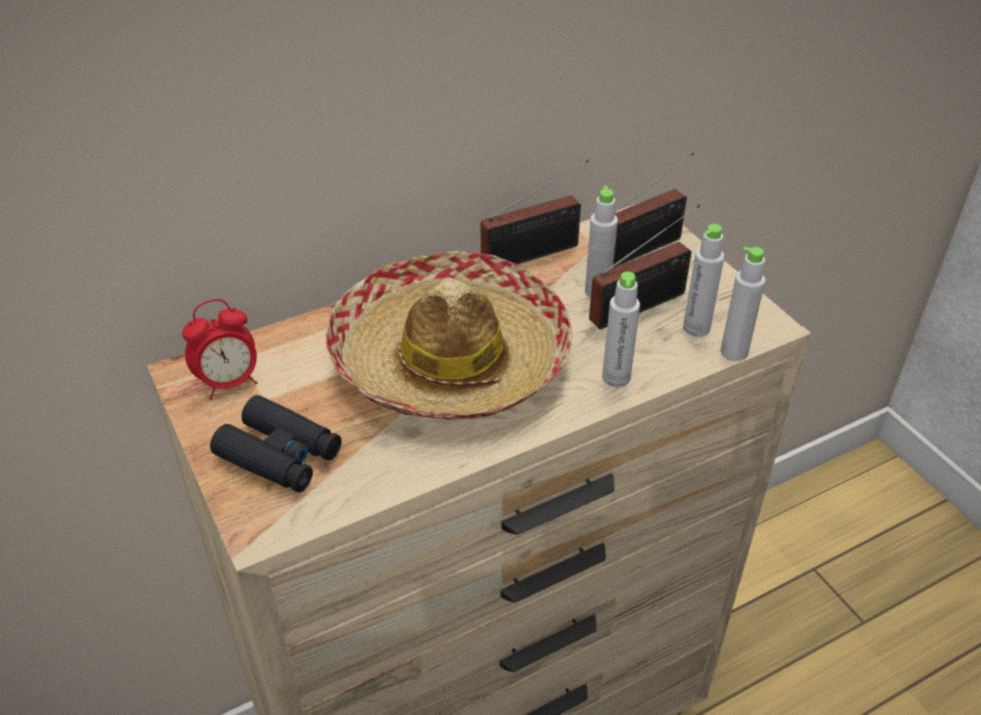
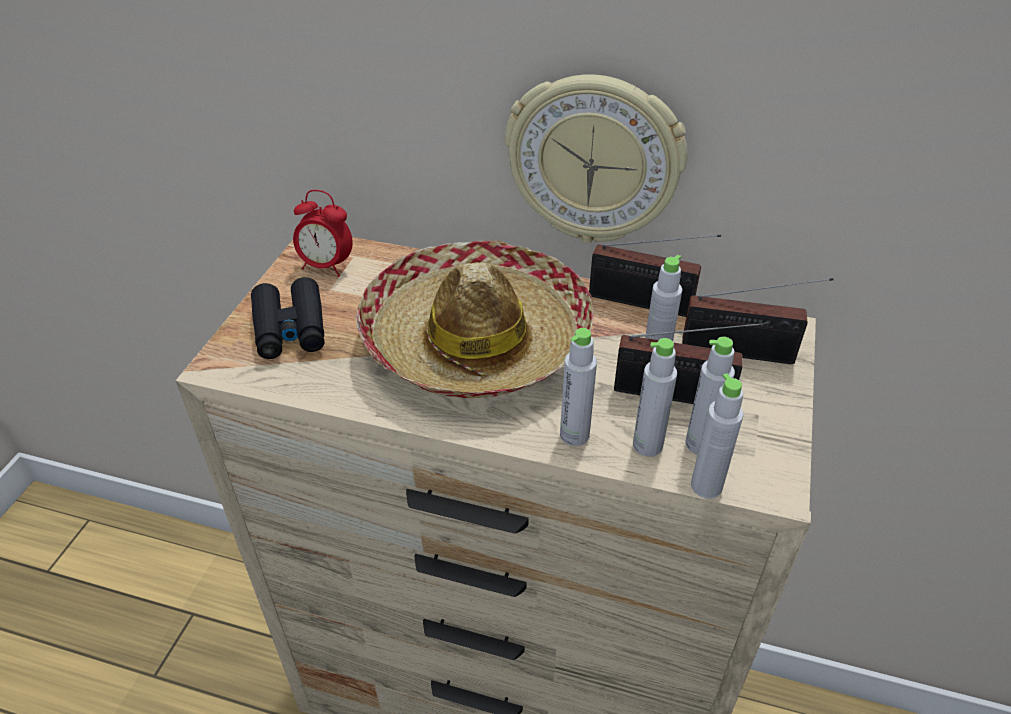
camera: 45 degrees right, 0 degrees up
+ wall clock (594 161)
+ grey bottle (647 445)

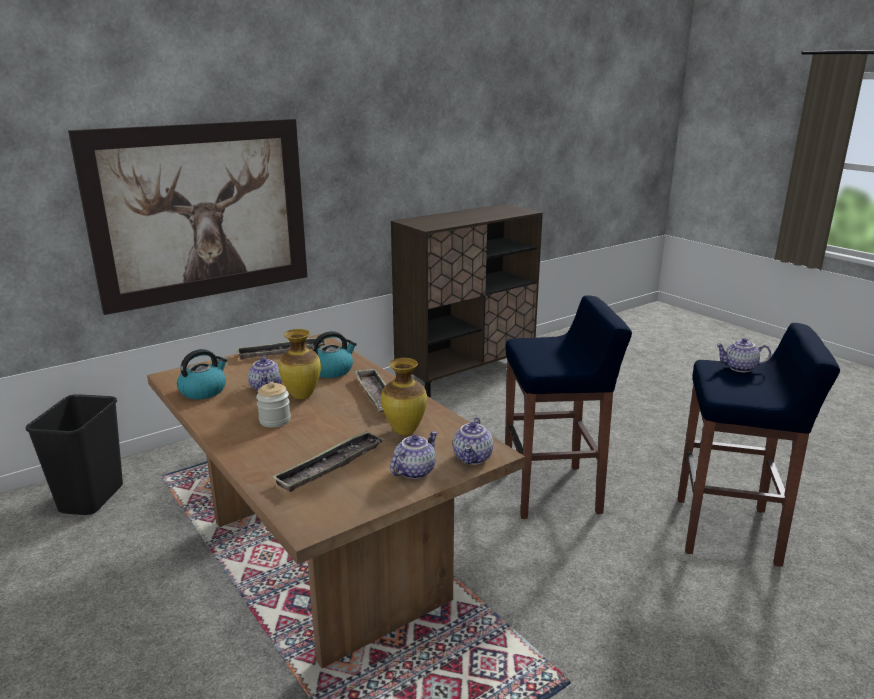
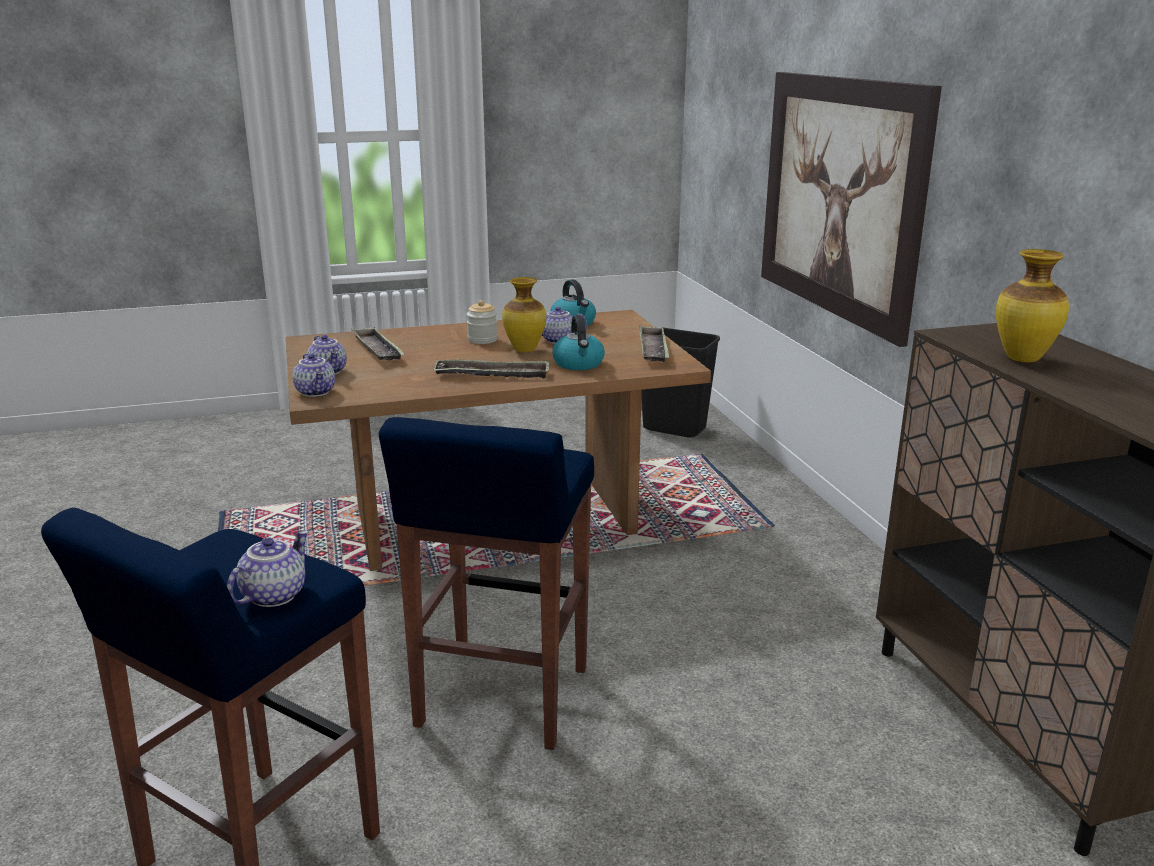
camera: 110 degrees right, 0 degrees up
~ teapot (473 458) = (316 392) 150 degrees counterclockwise
~ vase (405 431) to (1023 359)

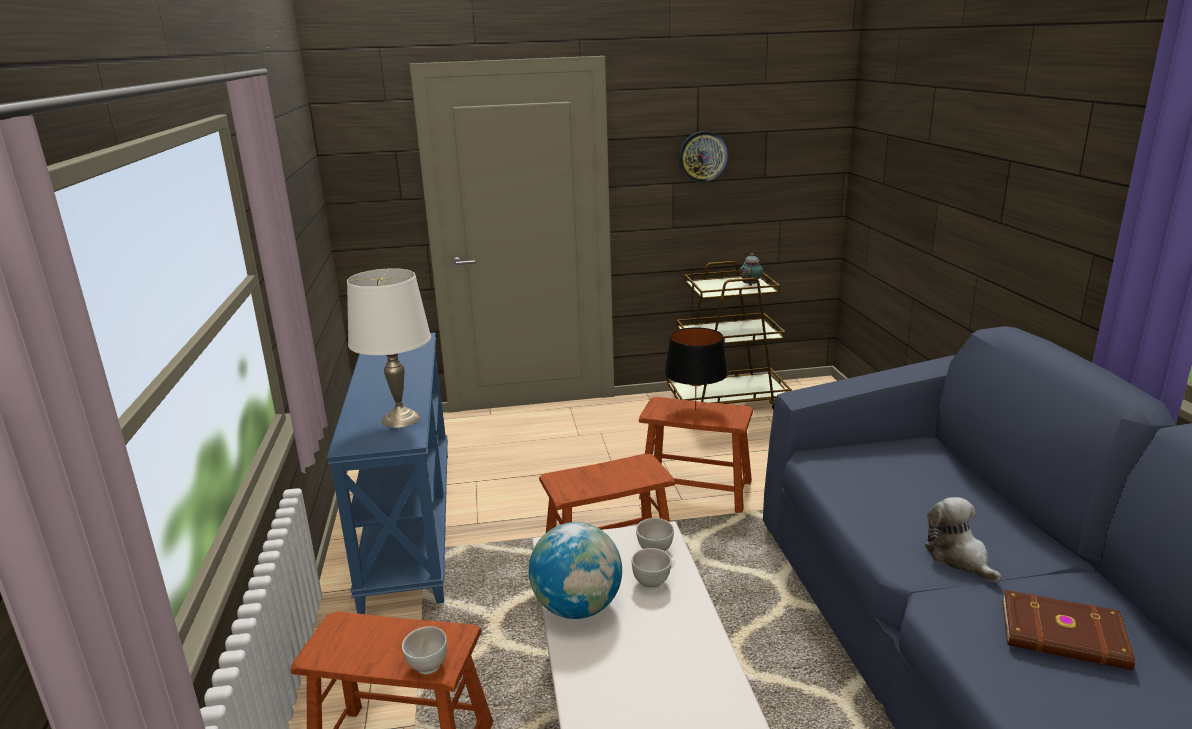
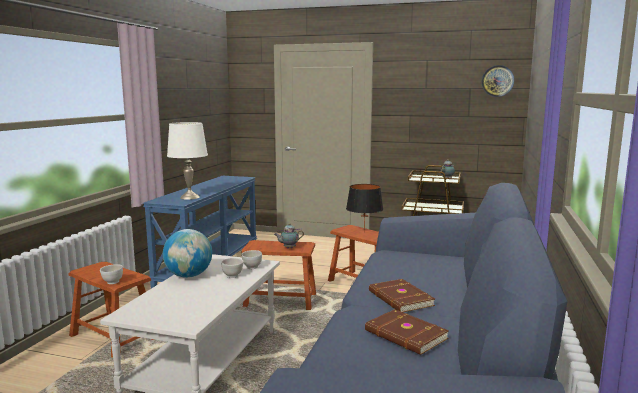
camera: 25 degrees right, 10 degrees down
+ teapot (288 248)
~ plush toy (959 557) to brown book (400 299)
~ wall clock (702 156) to (497 81)

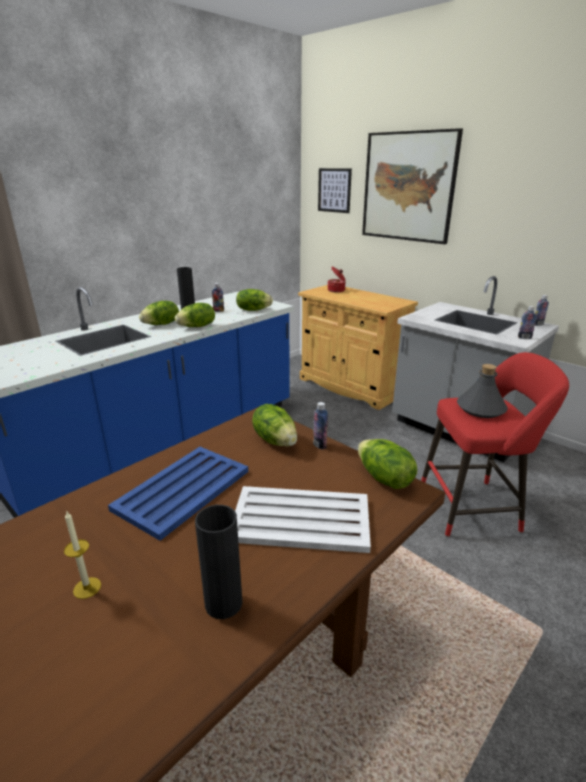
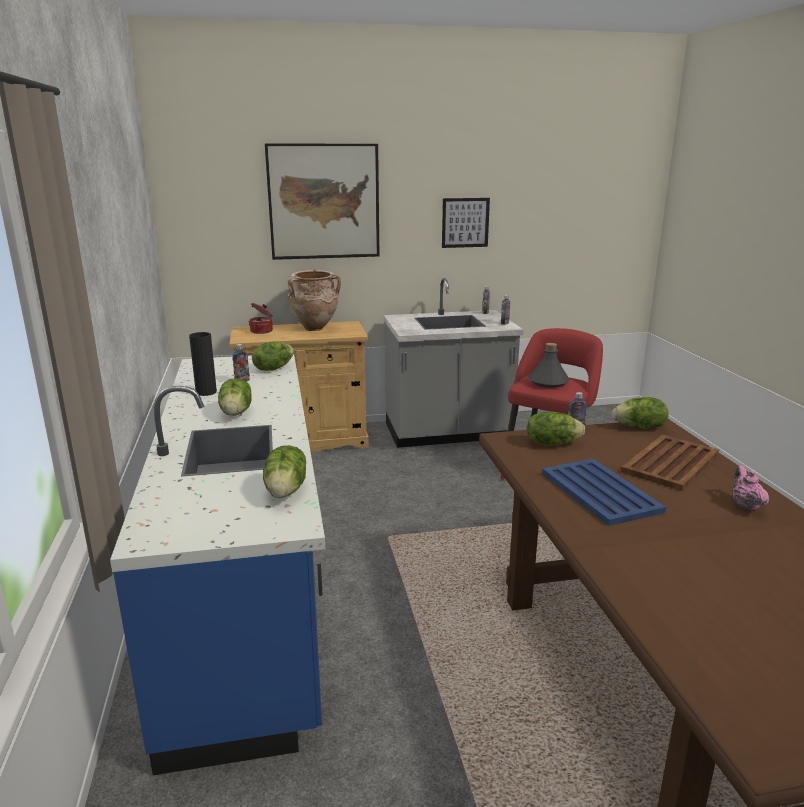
camera: 55 degrees left, 5 degrees down
~ lettuce (197 327) to (286 490)
+ beige vase (315 328)
~ picture (334 190) to (465 222)
~ white tray (299 519) to brown tray (670 463)
~ black vase (223 603) to pink teapot (745 505)
- candle (87 588)

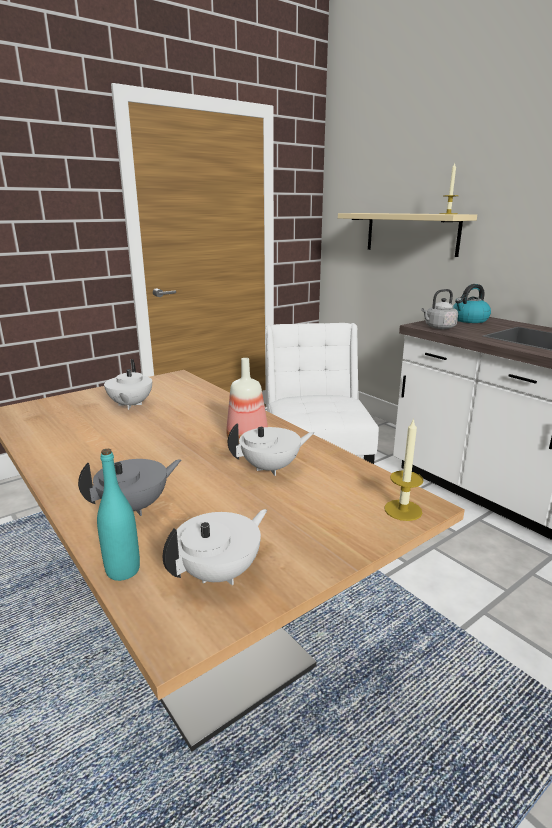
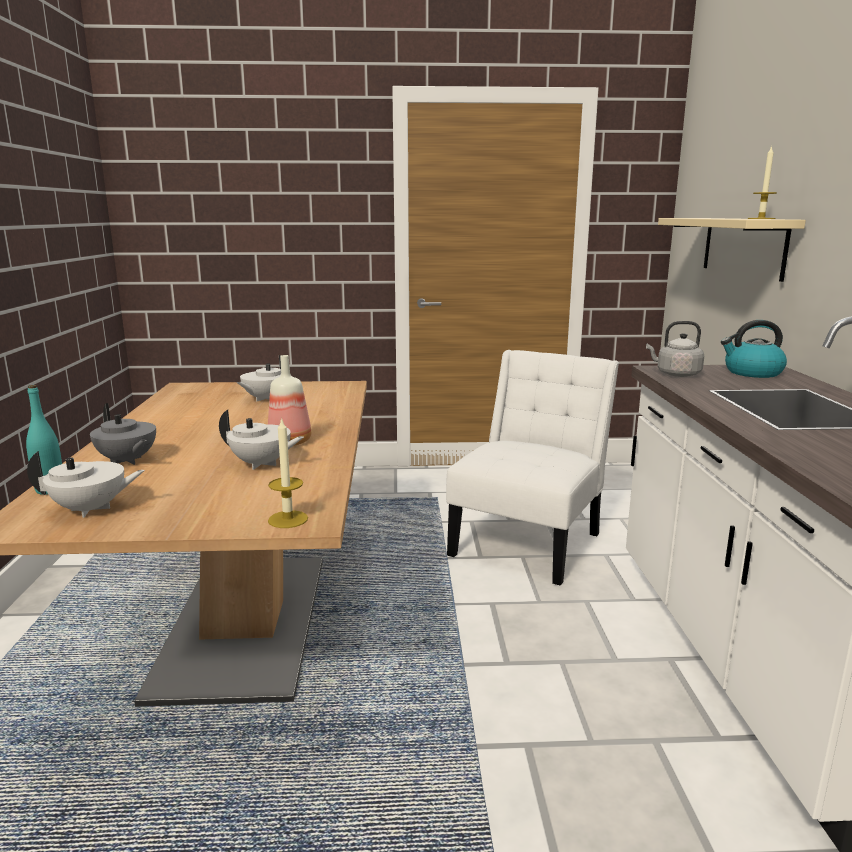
camera: 35 degrees right, 5 degrees down
~ grey teapot (135 507) = (127 461) 45 degrees clockwise

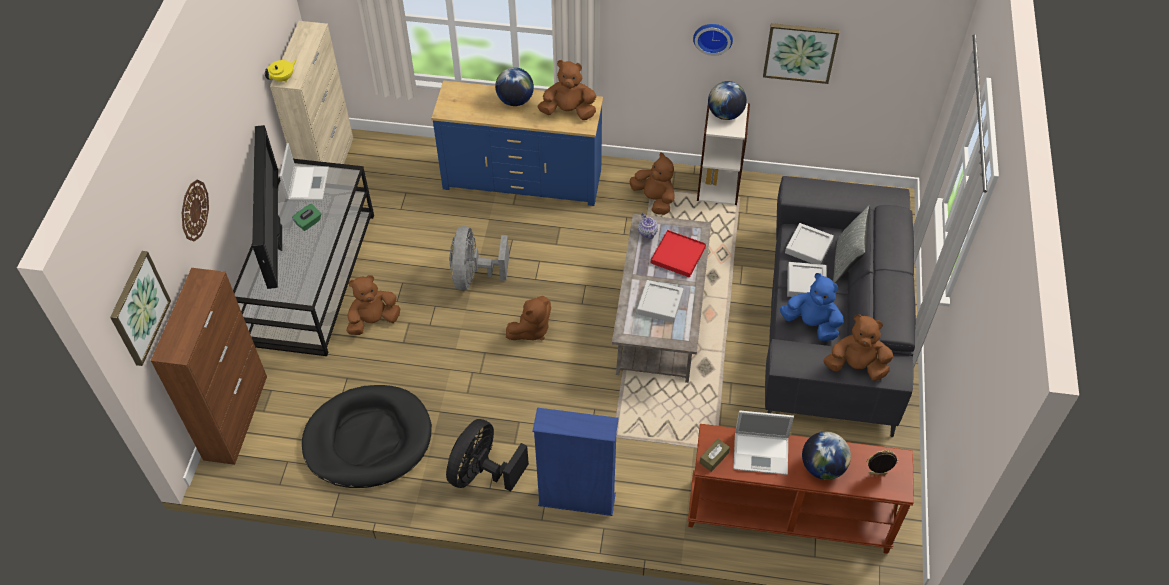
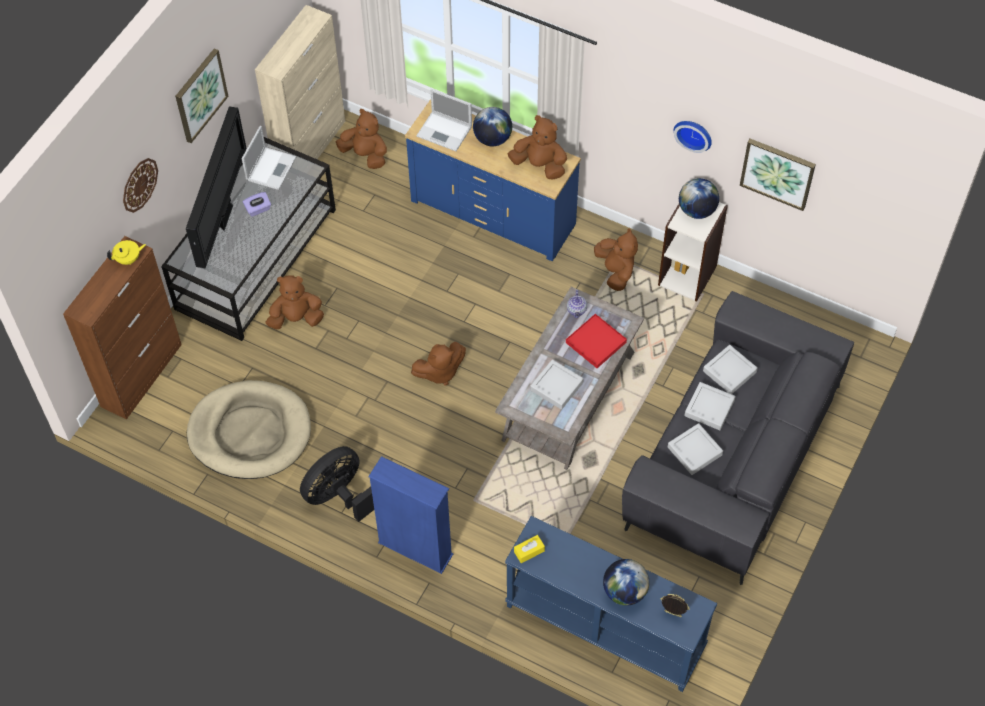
camera: 20 degrees right, 5 degrees up
~ yellow teapot (283 78) to (129 259)
~ picture (138 308) to (200 95)
~ black dog bed (368 439) to beige dog bed (250 433)
~ green tissue box (309 223) to purple tissue box (258 209)
~ brown plush toy (856 366) to (365 155)
~ laptop (762 453) to (445 131)
~ brown console table (787 517) to blue console table (603 628)
~ brown tissue box (714 458) to yellow tissue box (529 551)
~ blue plush toy (811 324) to grey tray (694 451)
- grey fan (474 276)
- grey pillow (846 262)

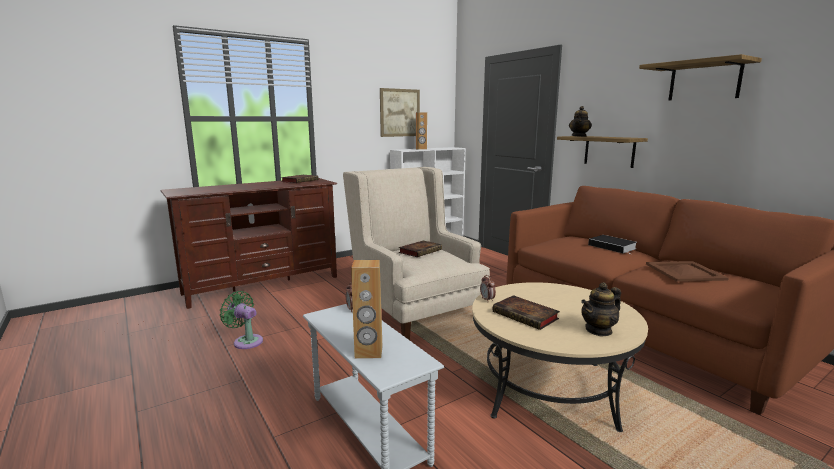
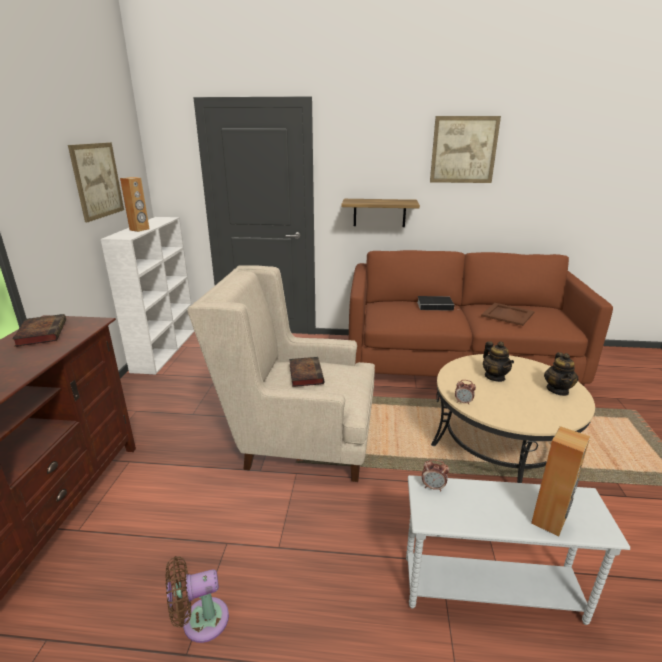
camera: 50 degrees left, 10 degrees up
~ green fan (246 341) to brown fan (200 621)
~ shelf (704 81) to picture (463 150)
~ teapot (579 136) to (495 377)
- book (527 316)

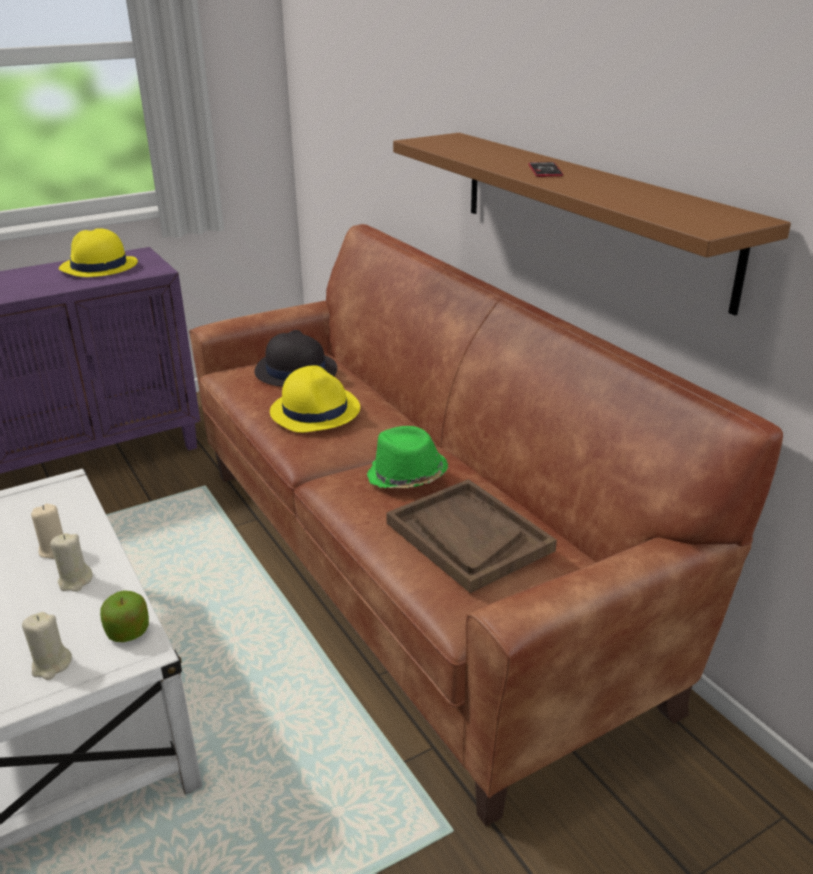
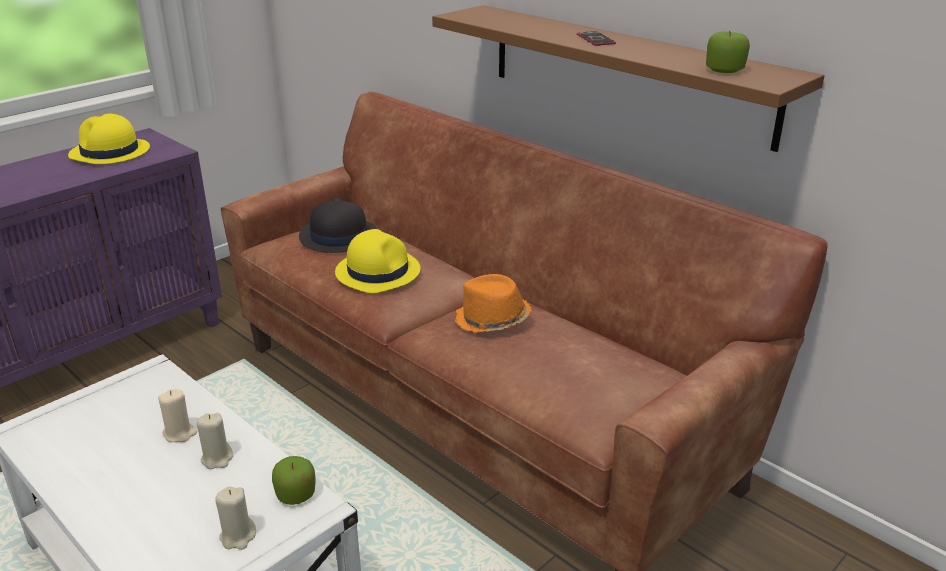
camera: 15 degrees left, 0 degrees up
~ green hat (406 477) to orange hat (492 320)
+ apple (724 70)
- brown tray (468 536)

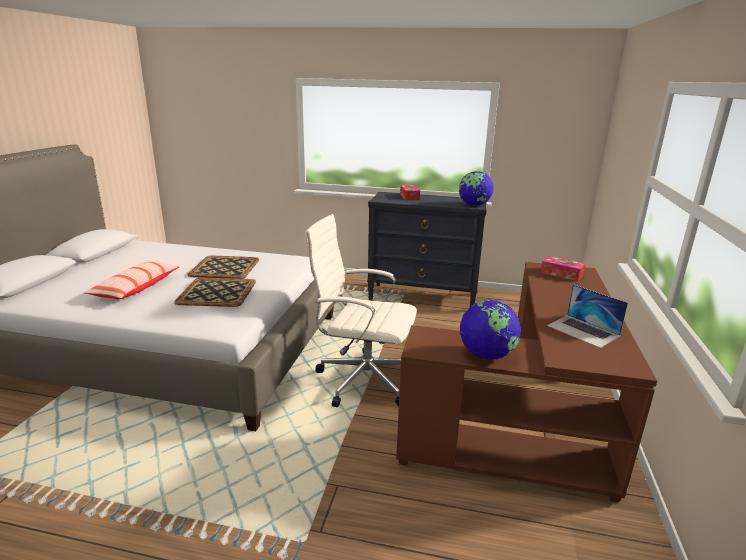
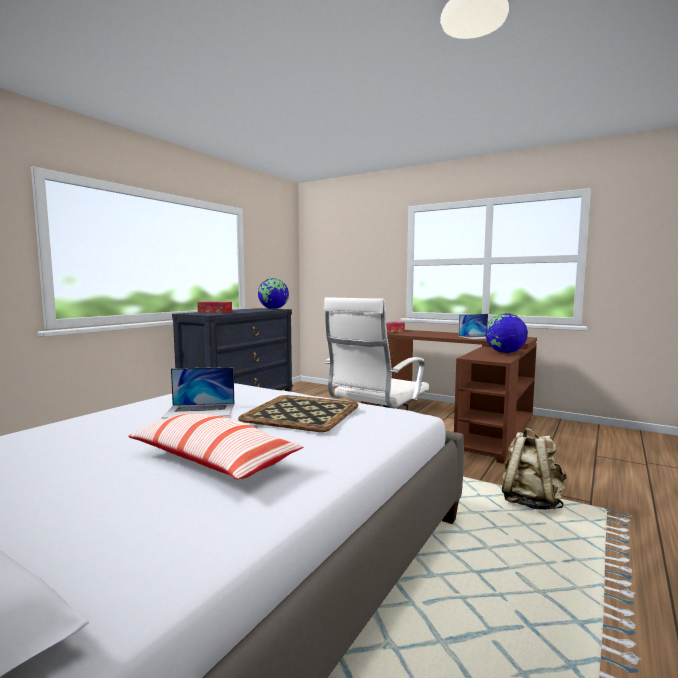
camera: 70 degrees left, 15 degrees down
~ tray (225 268) to laptop (200 410)
+ beige backpack (531 502)

